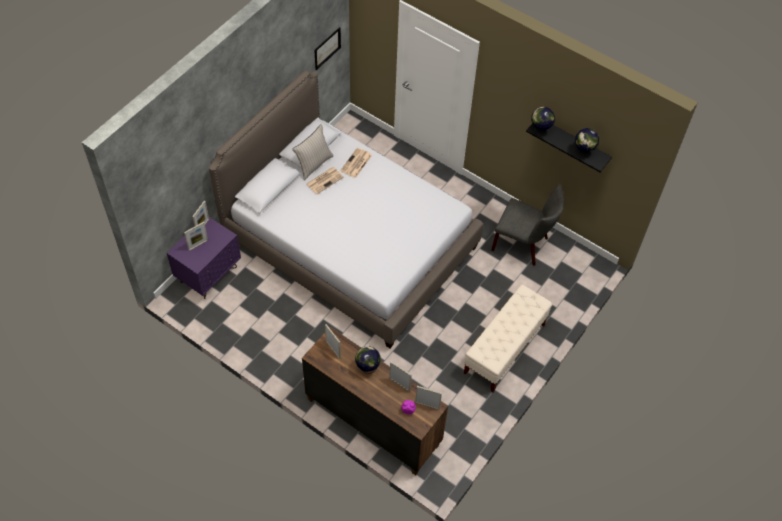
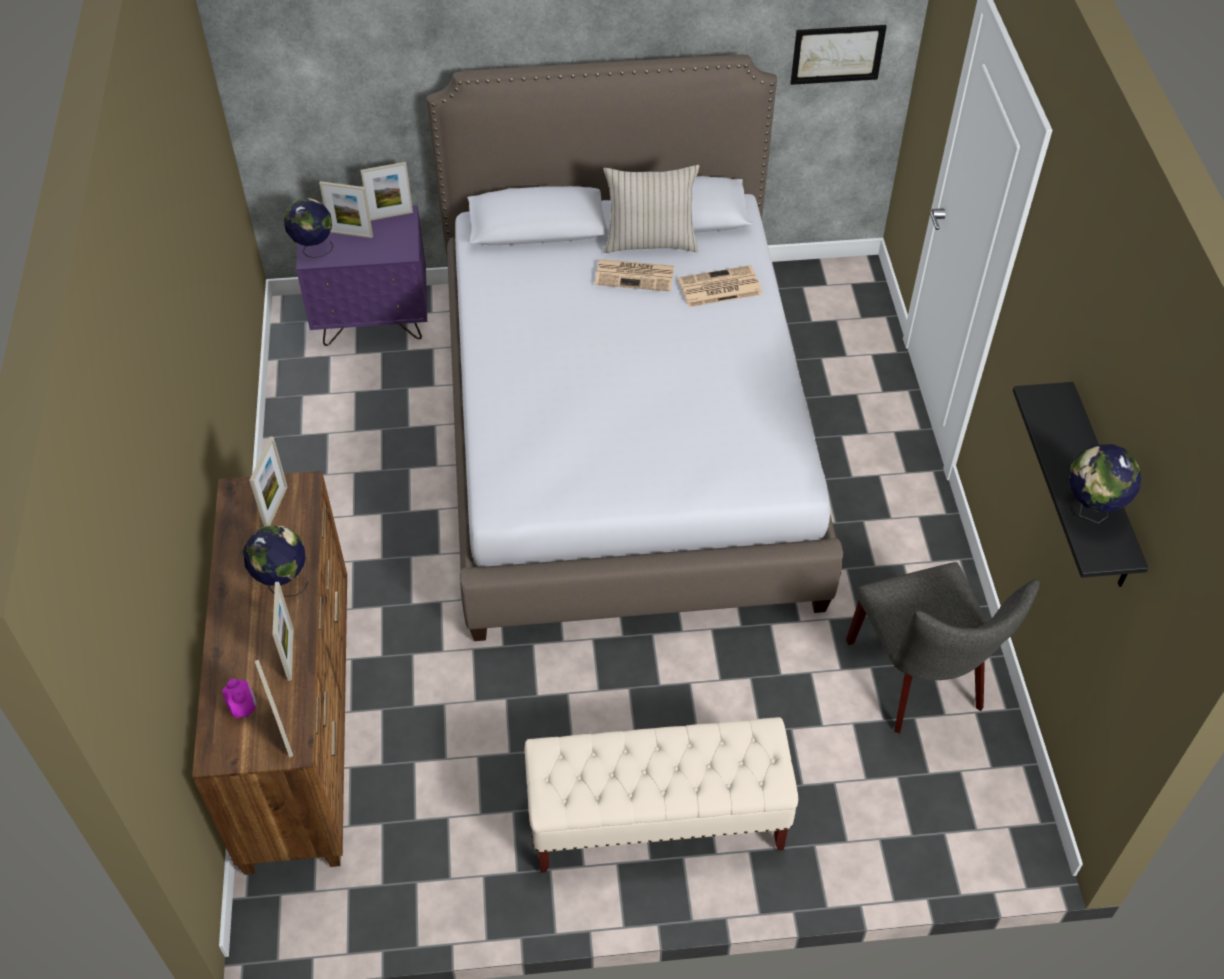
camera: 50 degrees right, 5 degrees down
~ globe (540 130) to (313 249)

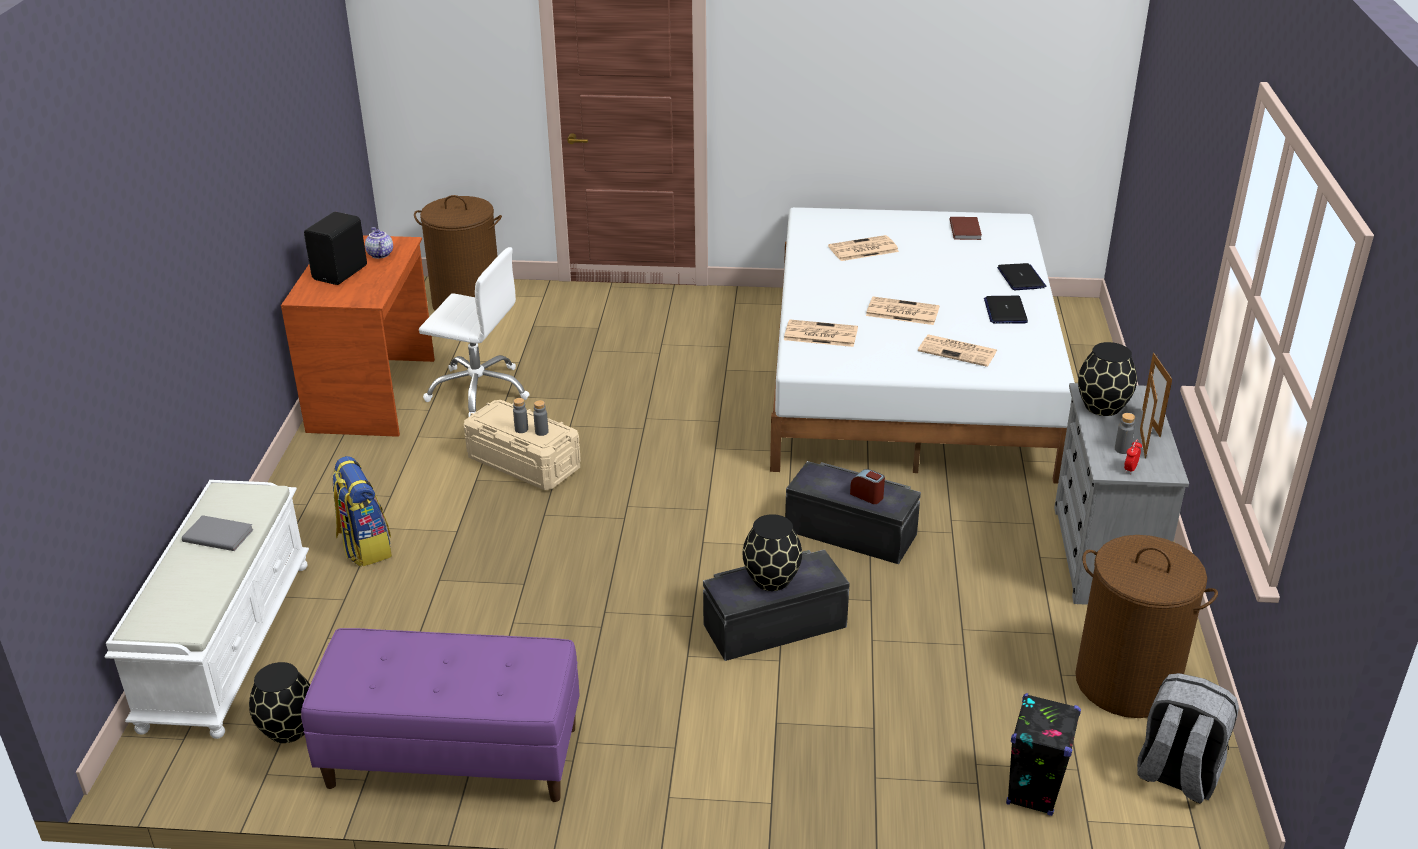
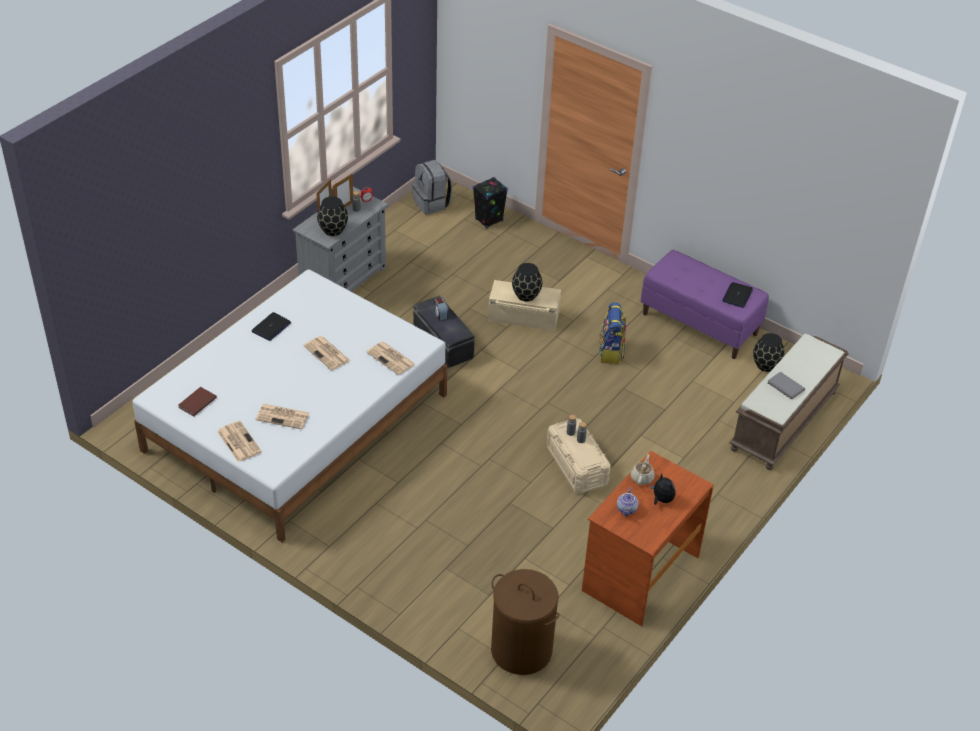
camera: 150 degrees left, 10 degrees up
~ newspaper (958 351) to (238 441)
~ black storage box (774 624) to beige storage box (523 317)
~ backpack (364 546) to (611 352)
+ beige teapot (642 477)
~ black speaker (342 273) to plush toy (661 499)
~ laptop (1021 278) to (737 295)
~ white bench (226 642) to brown bench (784 421)
- white office chair (478 390)
- brown laundry basket (1126 683)

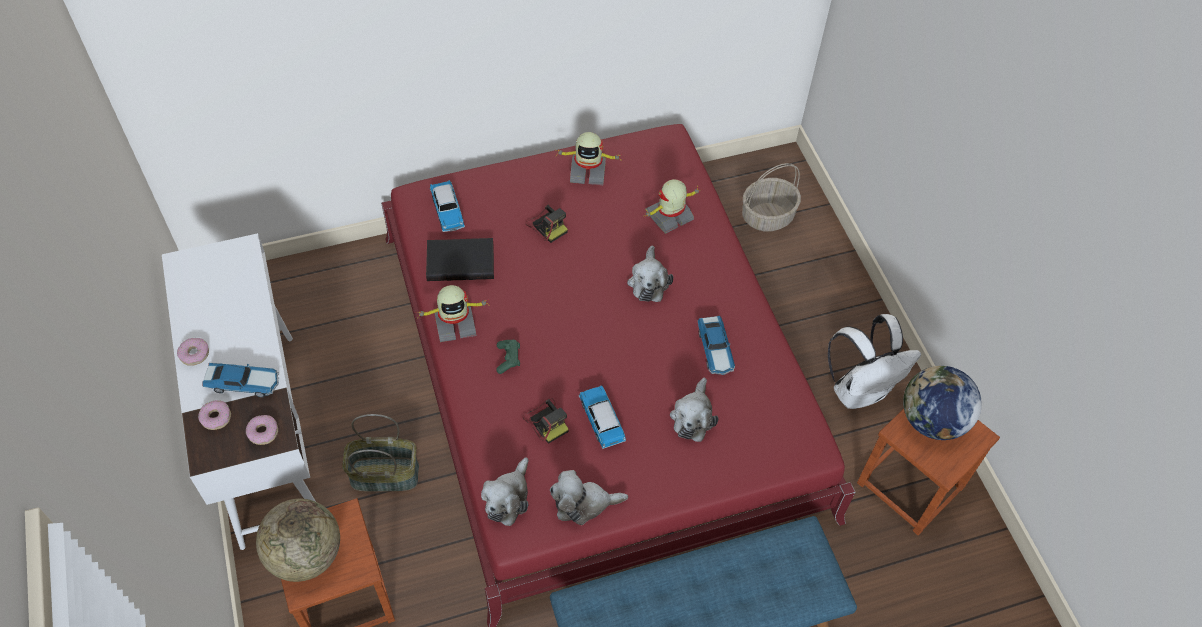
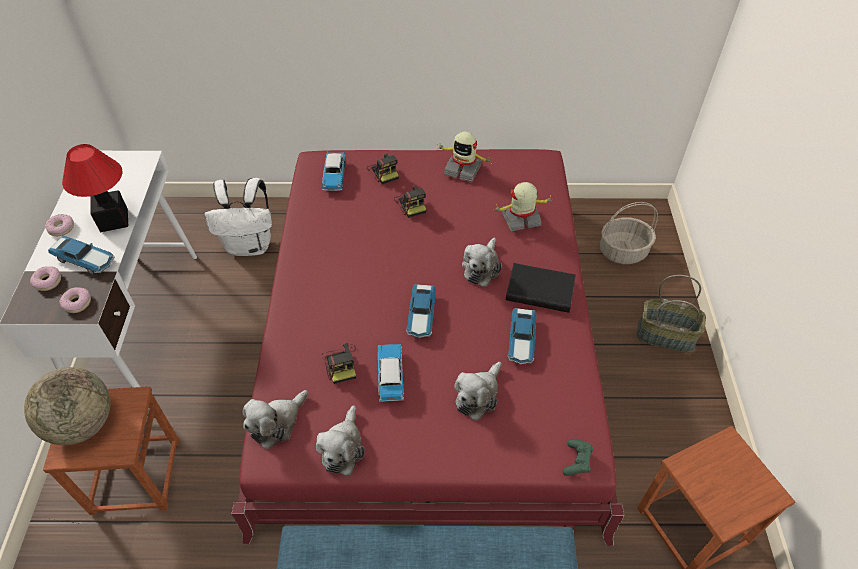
camera: 20 degrees right, 5 degrees down
+ table lamp (114 221)
~ white backpack (860 390) to (250 245)
~ plush toy (583 503) = (343 448) 90 degrees counterclockwise
+ photo camera (384 171)
+ toy car (421 315)
~ black book (461 261) to (540 289)
~ green game controller (508 359) to (577 461)
~ basket (385 474) to (666 335)
- toy robot (455 323)
- globe (931 421)

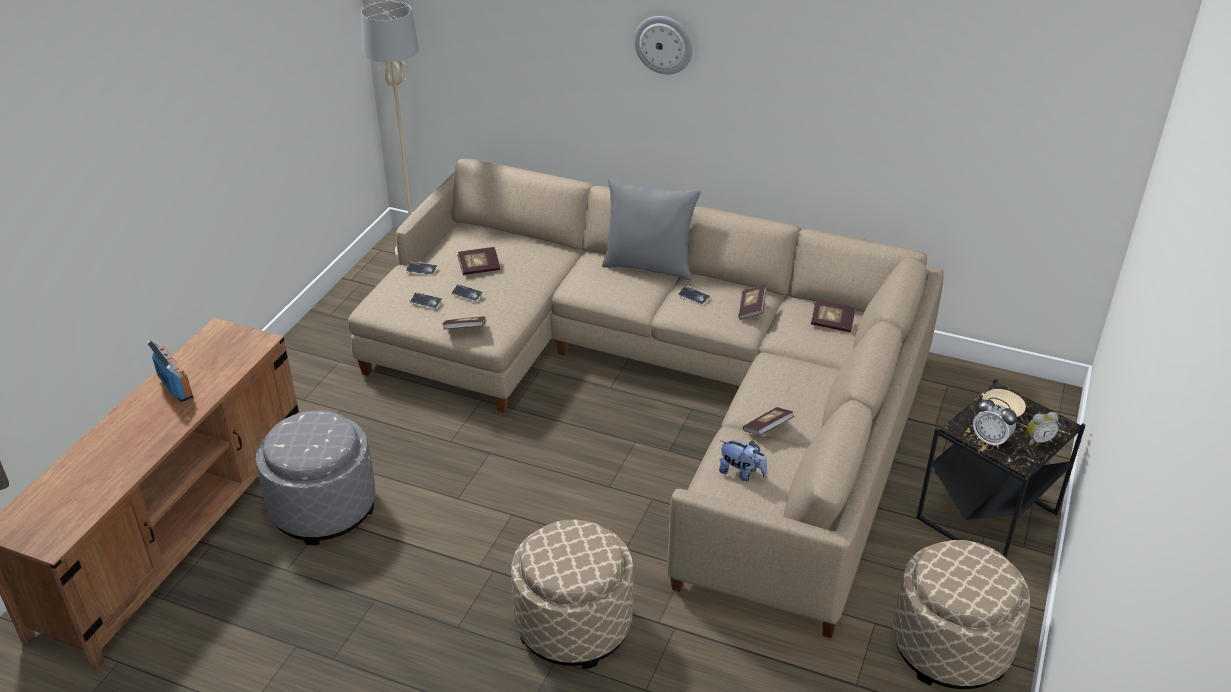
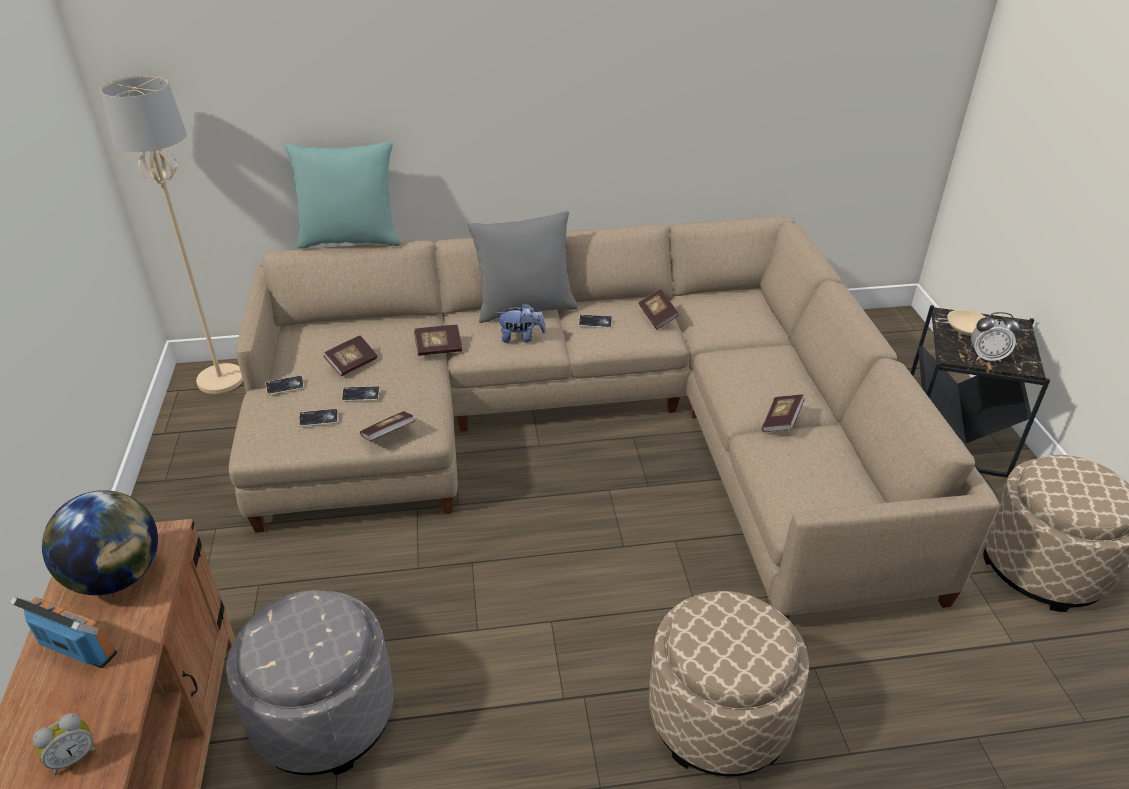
camera: 30 degrees left, 0 degrees up
~ alarm clock (1038 440) to (73 757)
+ globe (117 577)
+ turquoise pillow (351 240)
~ book (832 323) to (438 348)
~ plush toy (742 473) to (521 338)
- wall clock (664 44)

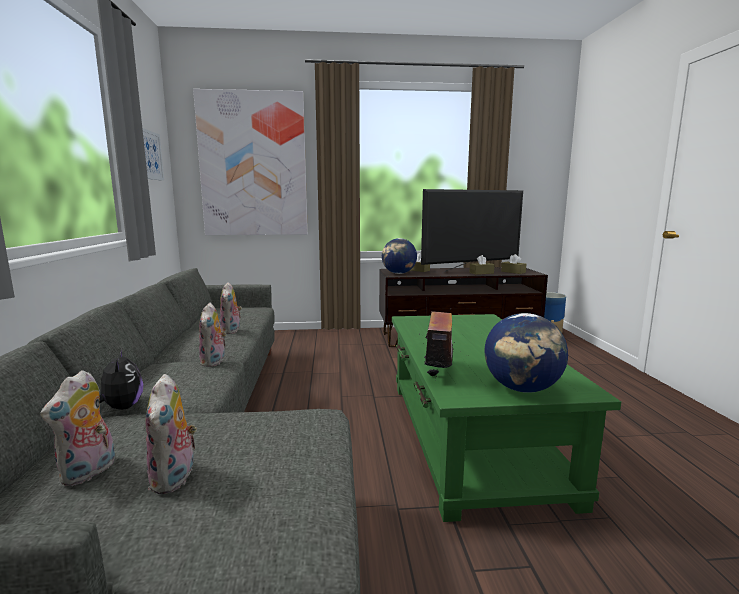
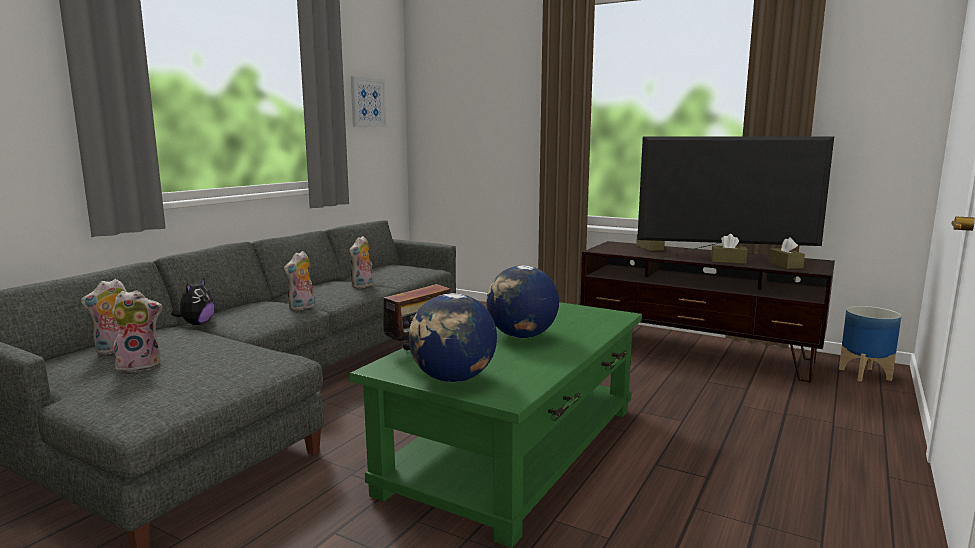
camera: 35 degrees right, 0 degrees up
~ plush toy (175 478) = (141 365) 135 degrees counterclockwise
~ globe (398 273) to (521 336)
- picture (253 165)

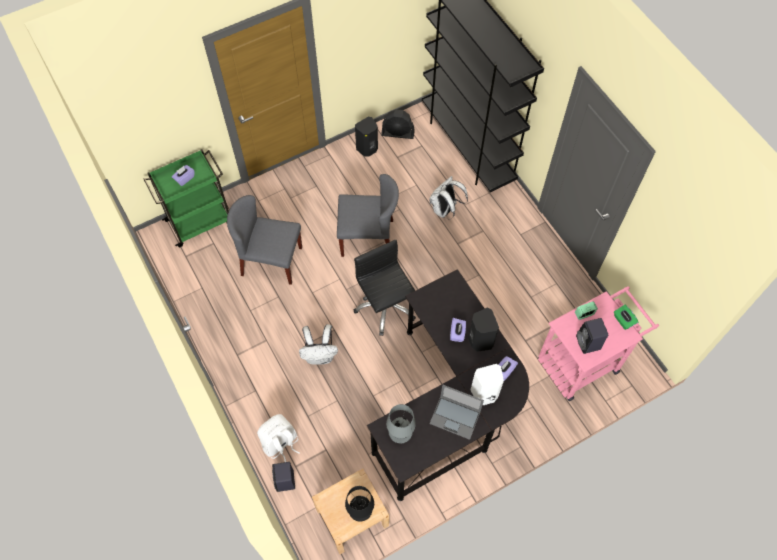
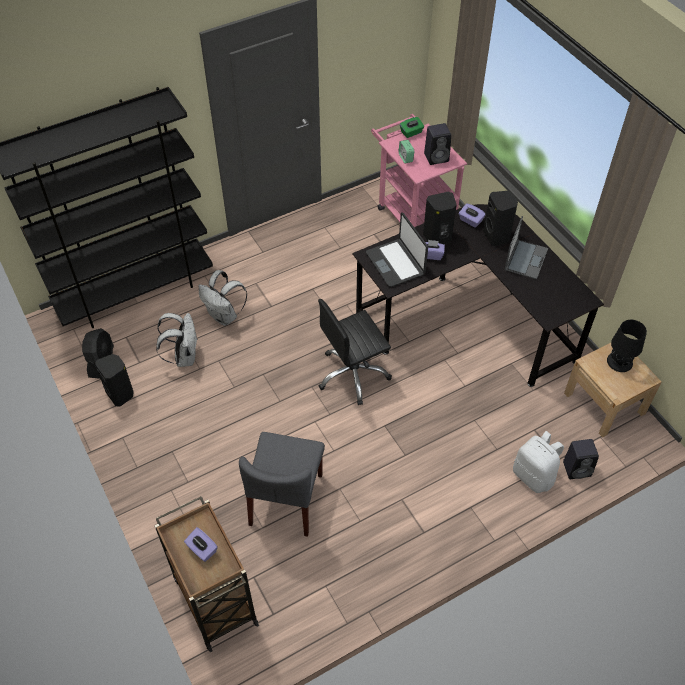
camera: 90 degrees left, 10 degrees down
~ green cart (200 221) to brown cart (214 599)
~ white backpack (320 356) to (184 356)
+ laptop (396 263)
~ white speaker (485 394) to black speaker (497 236)
- grey chair (368 238)
- grey table lamp (400 431)

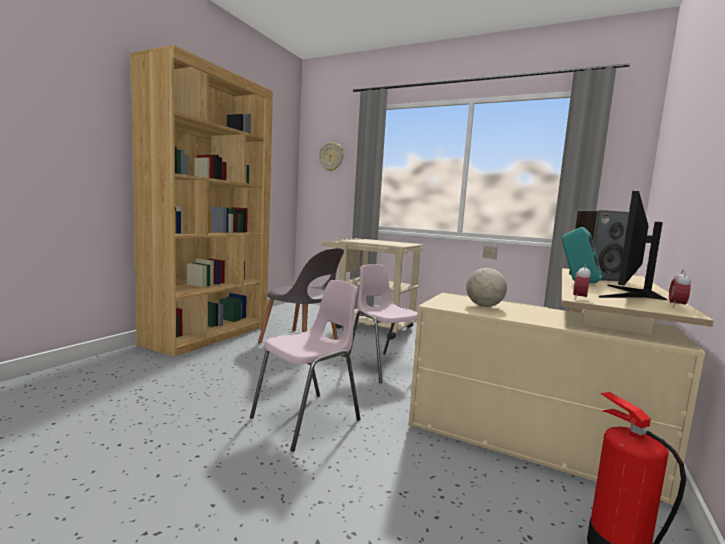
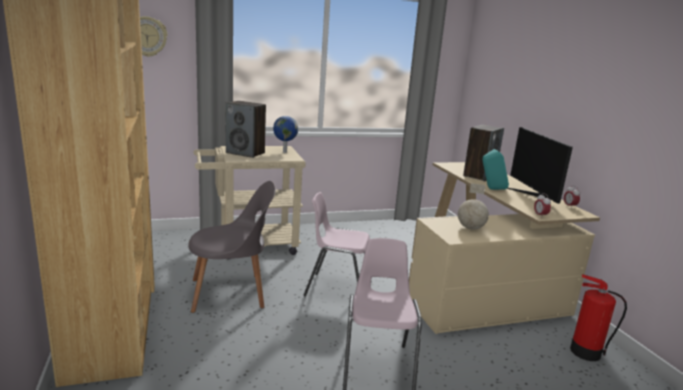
camera: 45 degrees left, 10 degrees up
+ speaker (246 153)
+ globe (284 152)

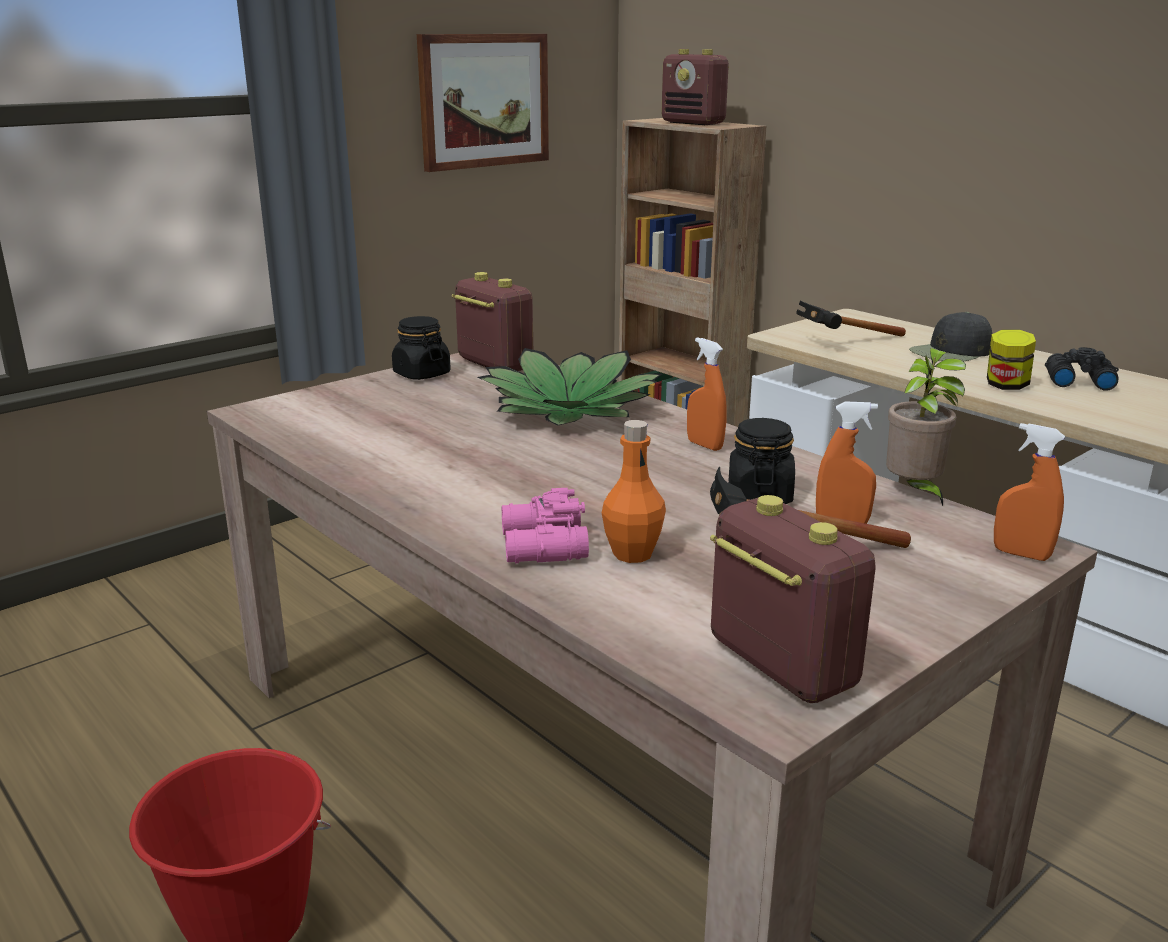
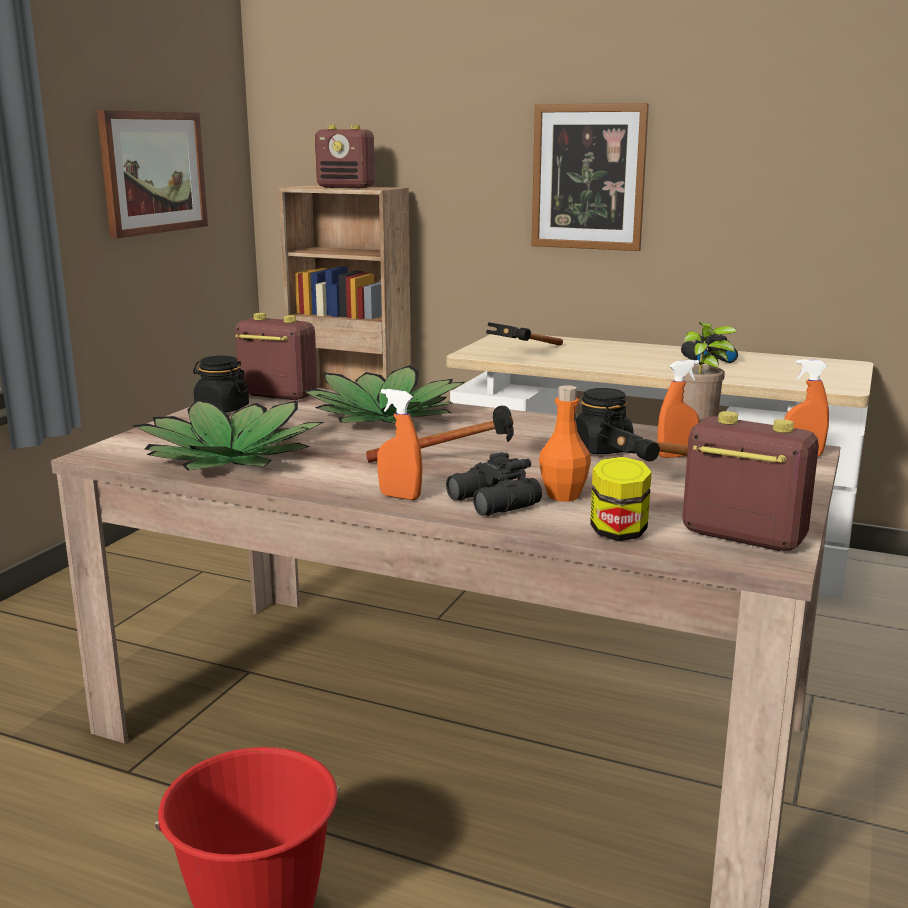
camera: 25 degrees left, 5 degrees down
+ potted plant (231 457)
+ hammer (461 462)
~ orange spray bottle (704 445) to (400 496)
~ pink binoculars (541 547) to black binoculars (492 503)
+ picture (588 177)
~ jar (1006 386) to (618 533)
- black cap (951 352)

